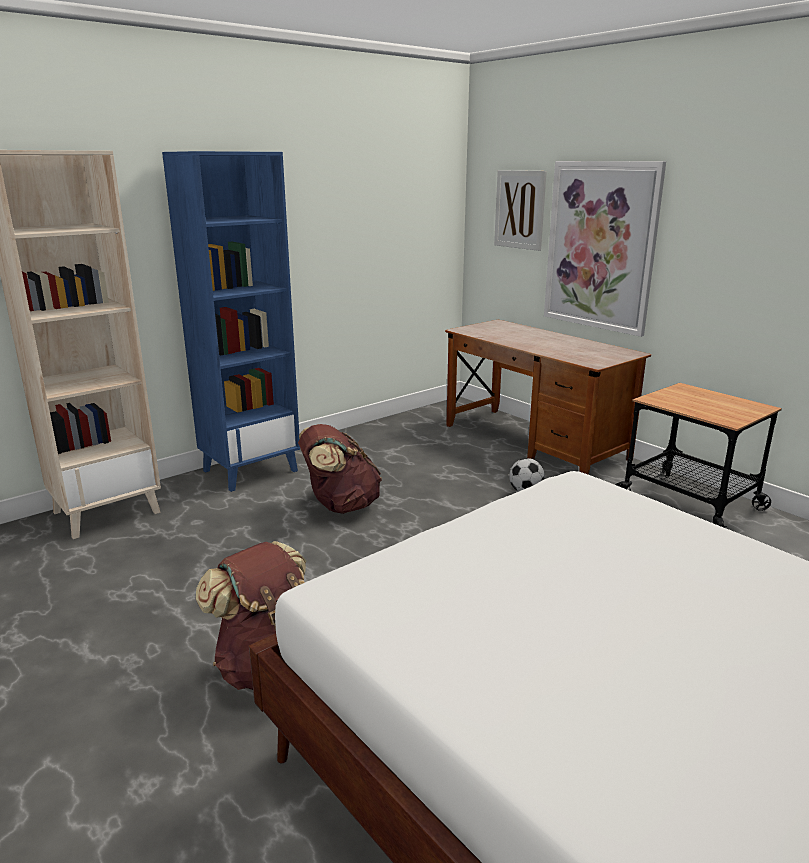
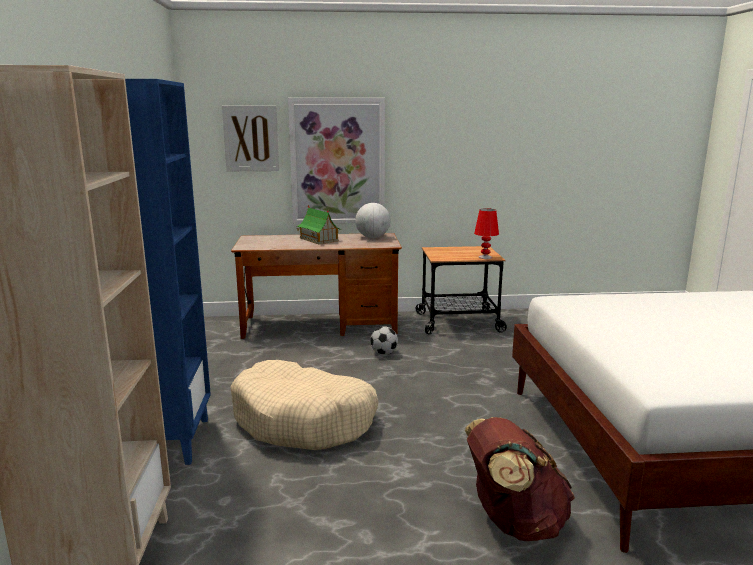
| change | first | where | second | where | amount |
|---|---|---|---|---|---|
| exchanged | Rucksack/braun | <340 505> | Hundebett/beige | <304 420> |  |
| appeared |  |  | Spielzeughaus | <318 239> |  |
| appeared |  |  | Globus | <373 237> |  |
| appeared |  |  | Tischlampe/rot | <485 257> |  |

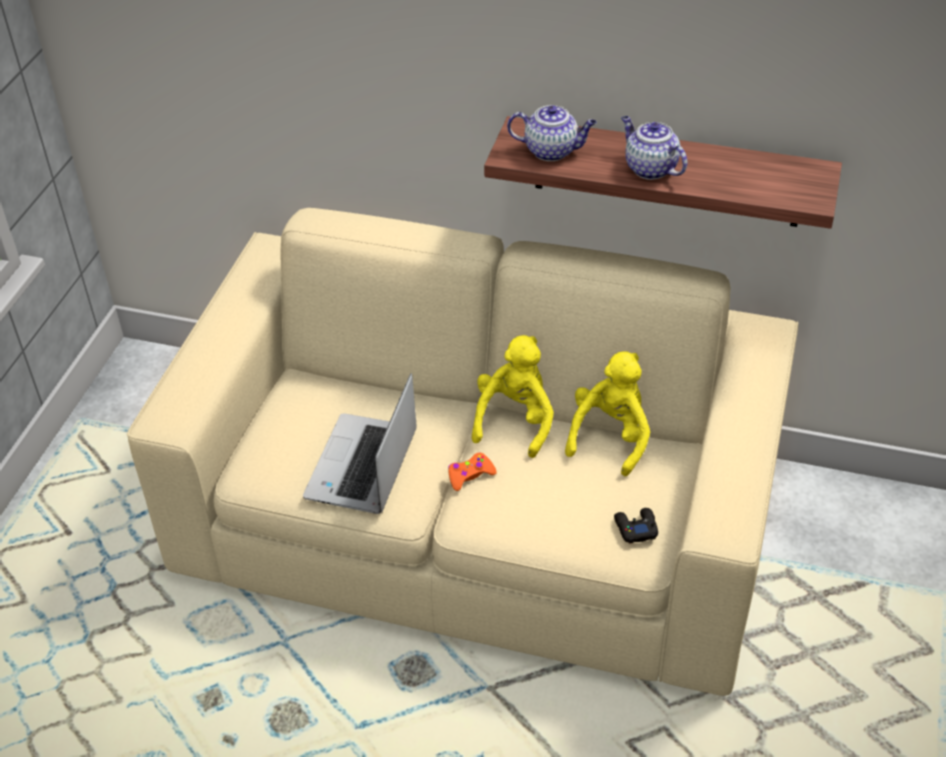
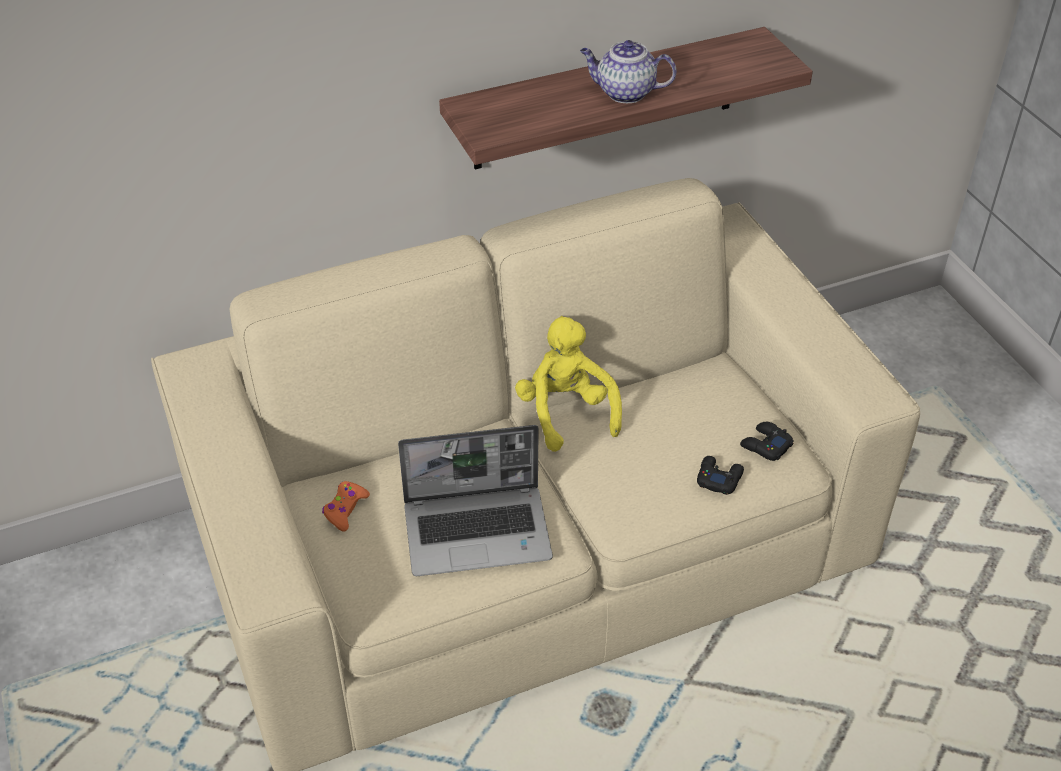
| change | first | where | second | where | amount |
|---|---|---|---|---|---|
| relocated | Gamepad/orange | <470 475> |  | <345 510> |  |
| spun | Laptop | <363 467> |  | <479 531> | 75 degrees counterclockwise |
| appeared |  |  | Gamepad/schwarz | <718 478> |  |
| missing | Teekanne | <552 151> |  |  |  |
| missing | Plüschtier/gelb | <610 437> |  |  |  |

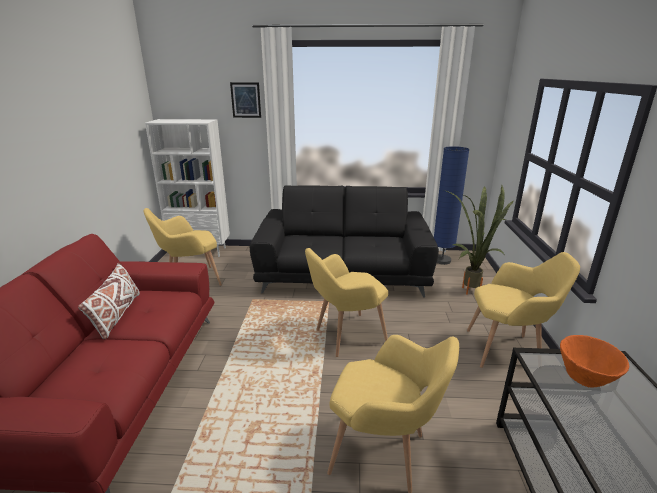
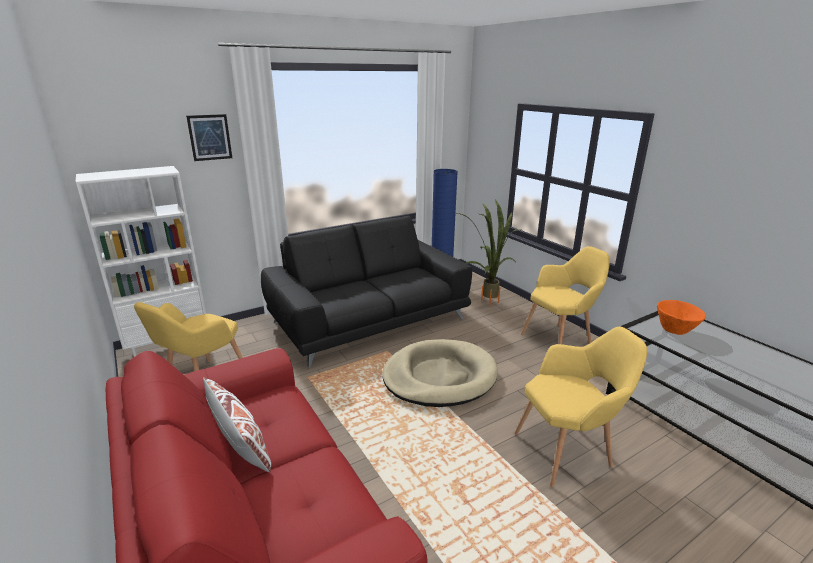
| change | first | where | second | where | amount |
|---|---|---|---|---|---|
| exchanged | Sessel/gelb | <345 337> | Hundebett/beige | <439 377> |  |

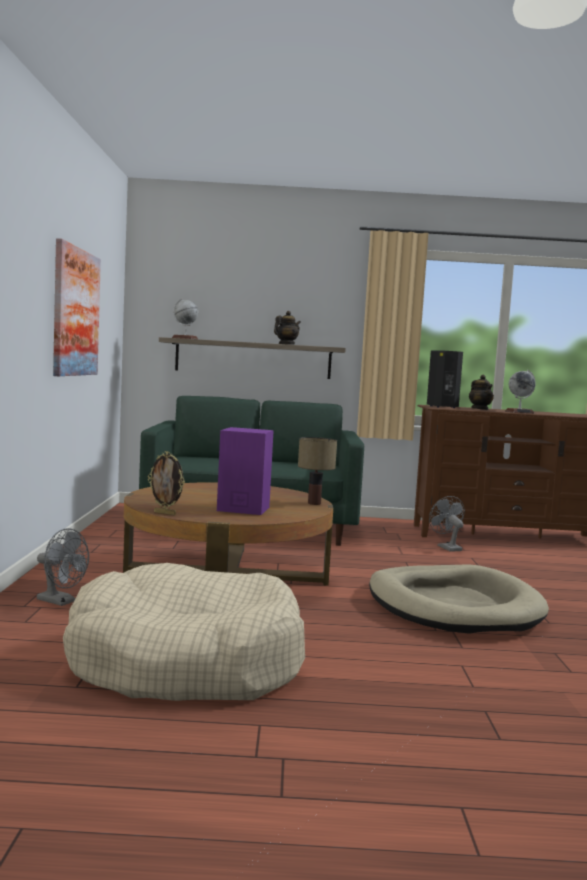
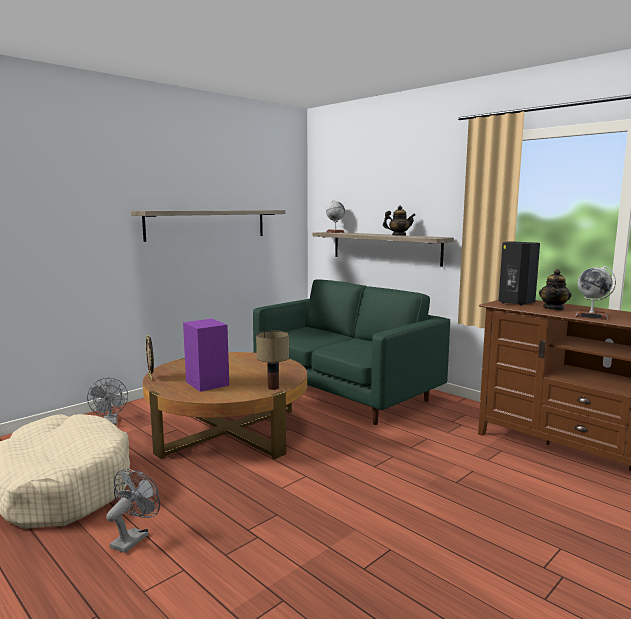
| change | first | where | second | where | amount |
|---|---|---|---|---|---|
| relocated | Ventilator/grau | <446 547> |  | <133 538> |  |
| exchanged | Bild | <75 312> | Wandregal | <207 224> |  |
| missing | Hundebett/beige | <453 606> |  |  |  |

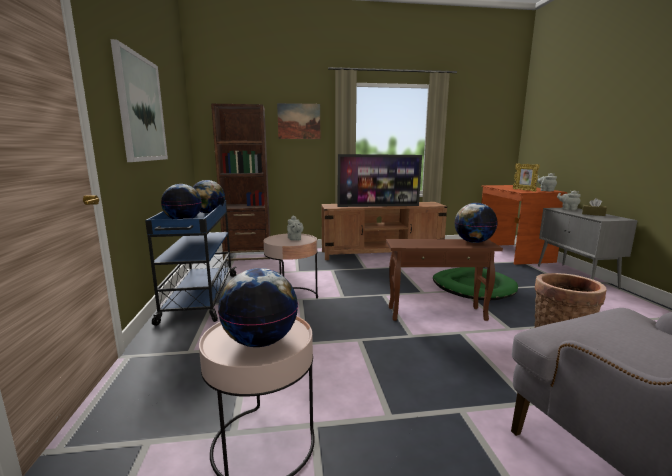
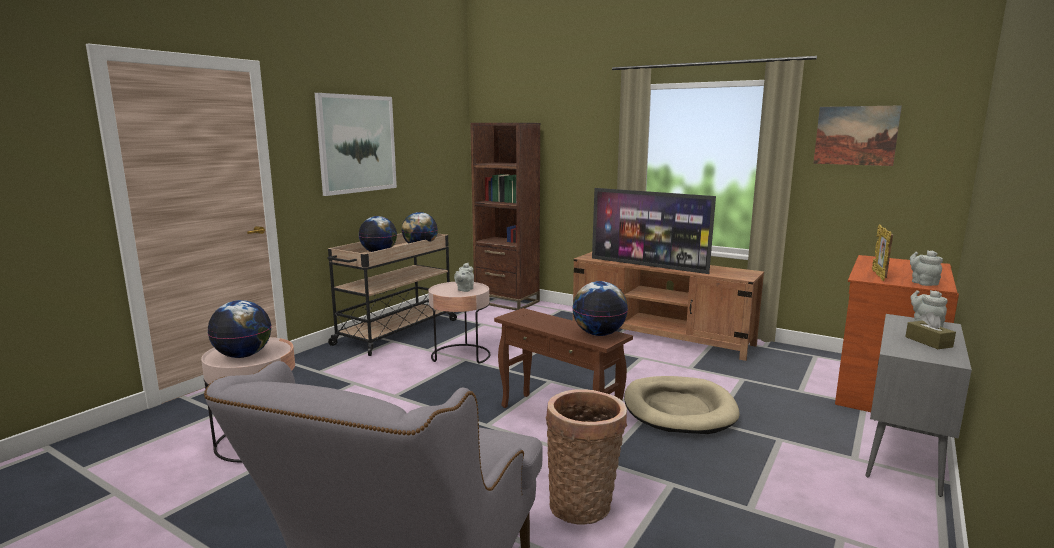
| change | first | where | second | where | amount |
|---|---|---|---|---|---|
| colour | Rollwagen/blau | <200 297> | Rollwagen/beige | <395 332> |  |
| colour | Hundebett/grün | <473 287> | Hundebett/beige | <679 409> |  |
| relocated | Bild | <299 121> |  | <855 135> |  |

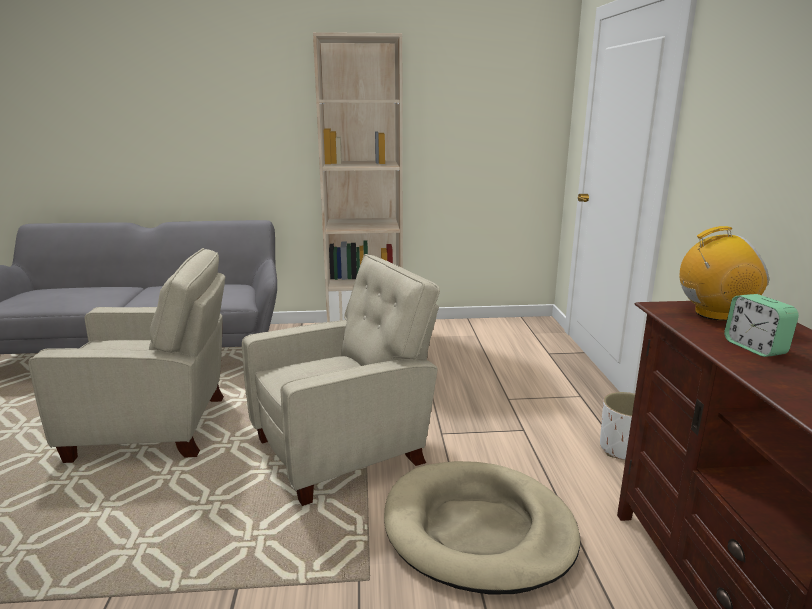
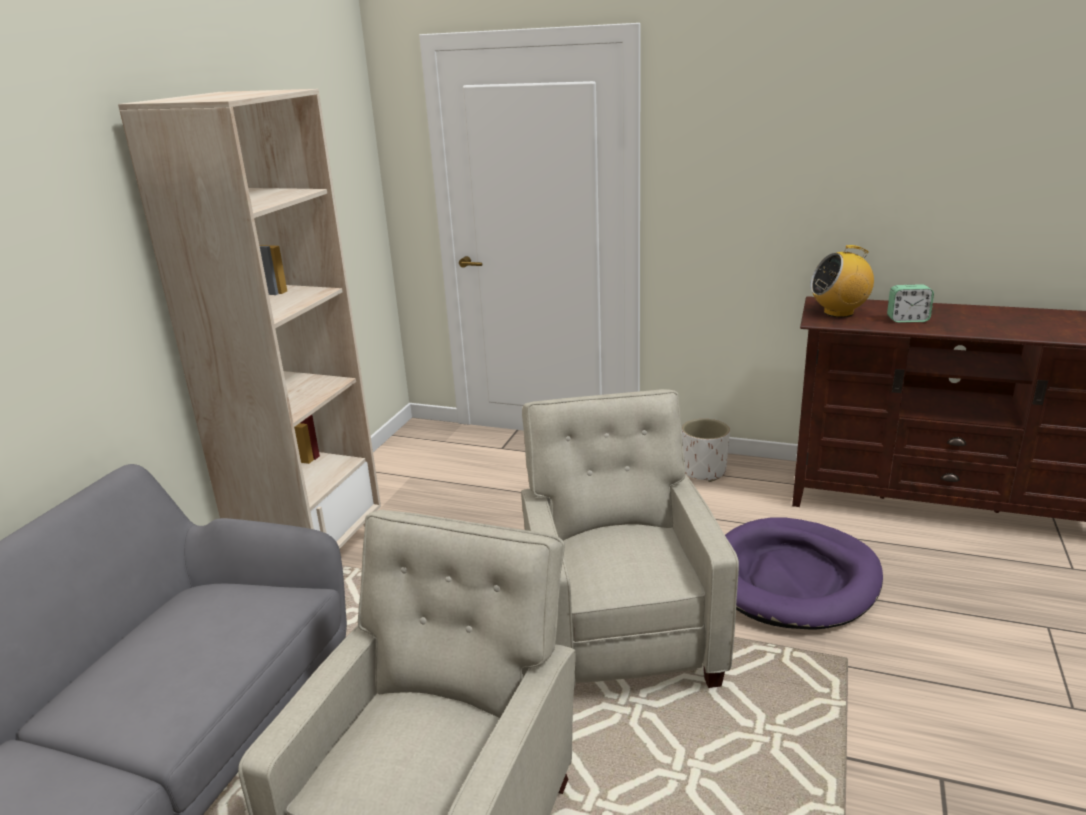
| change | first | where | second | where | amount |
|---|---|---|---|---|---|
| colour | Hundebett/beige | <478 530> | Hundebett/lila | <792 579> |  |
| spun | Radio | <714 314> |  | <839 312> | 120 degrees counterclockwise |

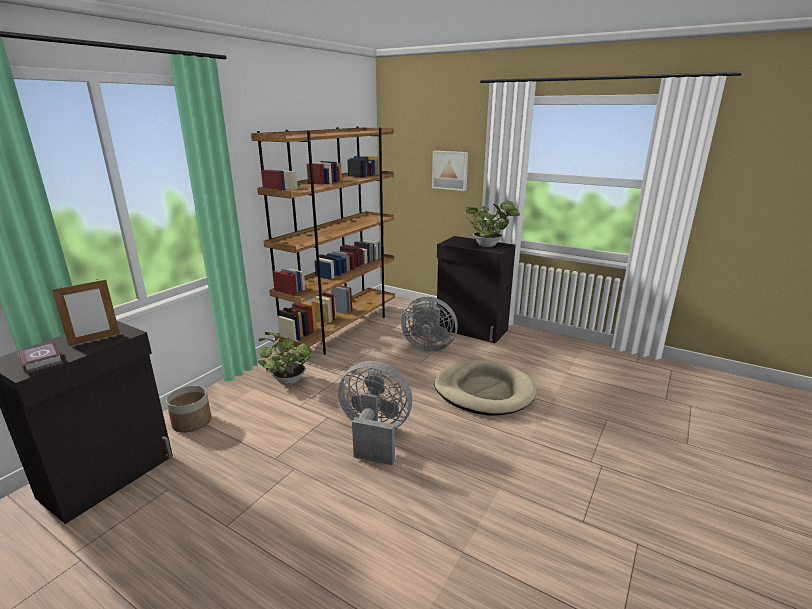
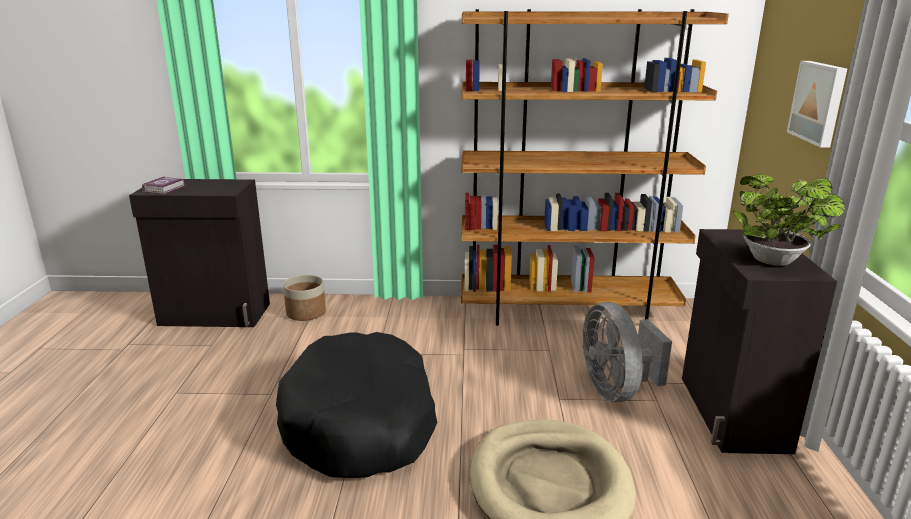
| change | first | where | second | where | amount |
|---|---|---|---|---|---|
| exchanged | Ventilator/grau | <374 435> | Hundebett/schwarz | <361 423> |  |
| missing | Bilderrahmen | <94 339> |  |  |  |
| missing | Topfpflanze | <287 380> |  |  |  |

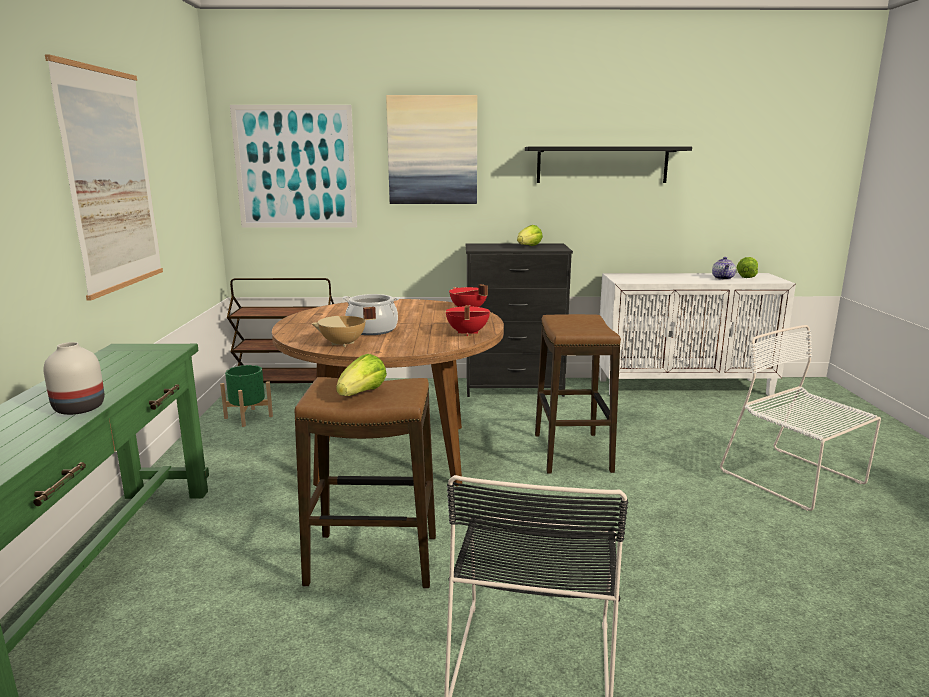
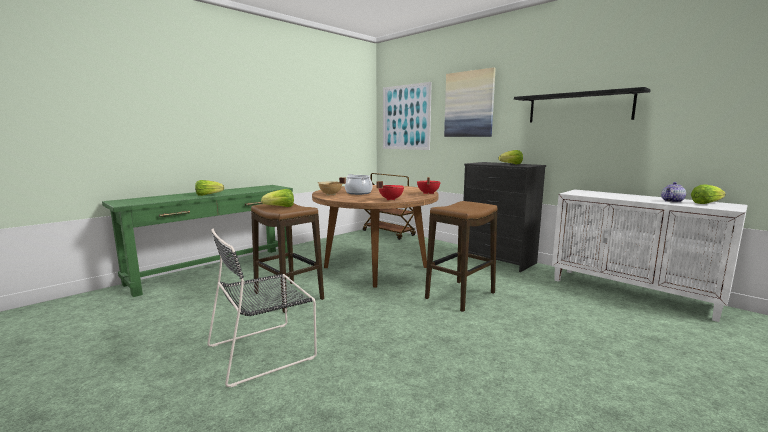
| change | first | where | second | where | amount |
|---|---|---|---|---|---|
| exchanged | Vase/weiß | <78 408> | Salatkopf | <208 195> |  |
| missing | Bild | <111 180> |  |  |  |
| missing | Pflanzkübel/grün | <248 417> |  |  |  |
| missing | Stuhl/weiß | <795 479> |  |  |  |

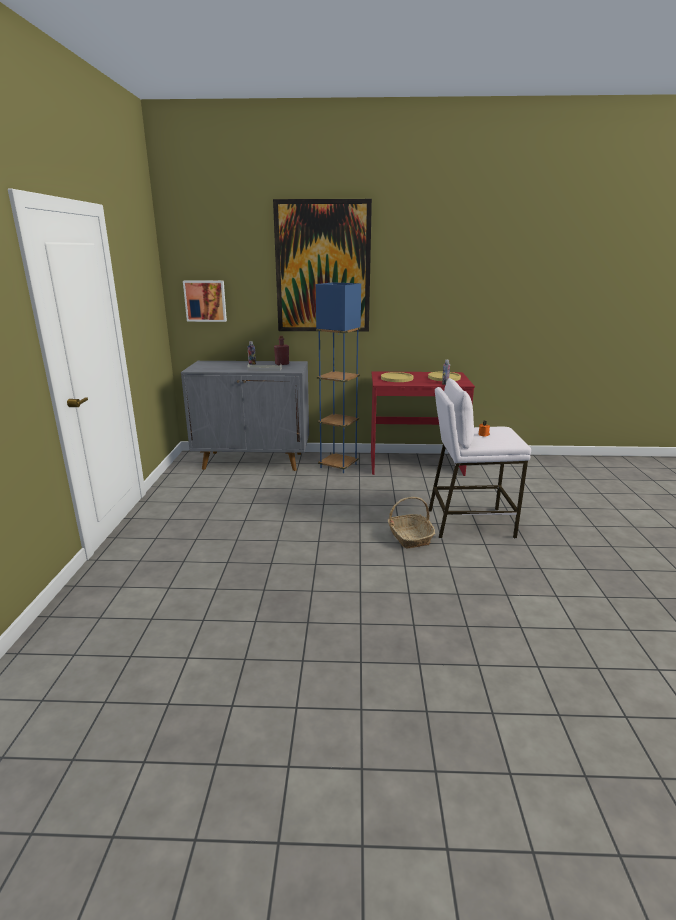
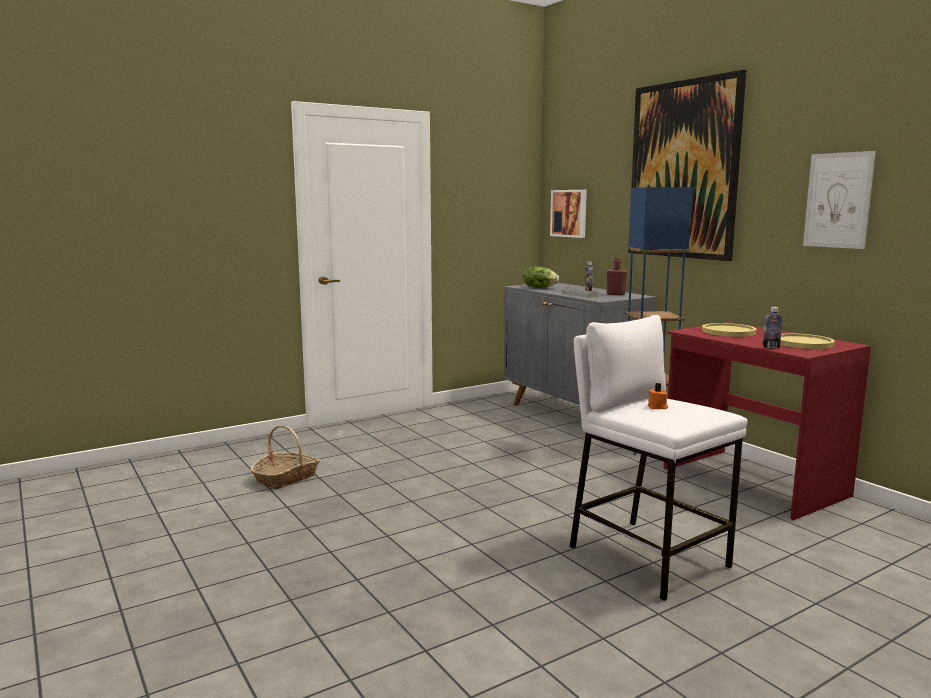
| change | first | where | second | where | amount |
|---|---|---|---|---|---|
| relocated | Korb | <409 537> |  | <286 478> |  |
| appeared |  |  | Salatkopf | <539 288> |  |
| appeared |  |  | Bild | <838 200> |  |

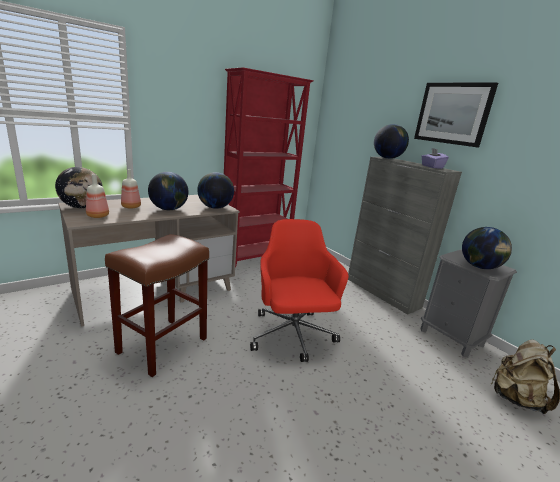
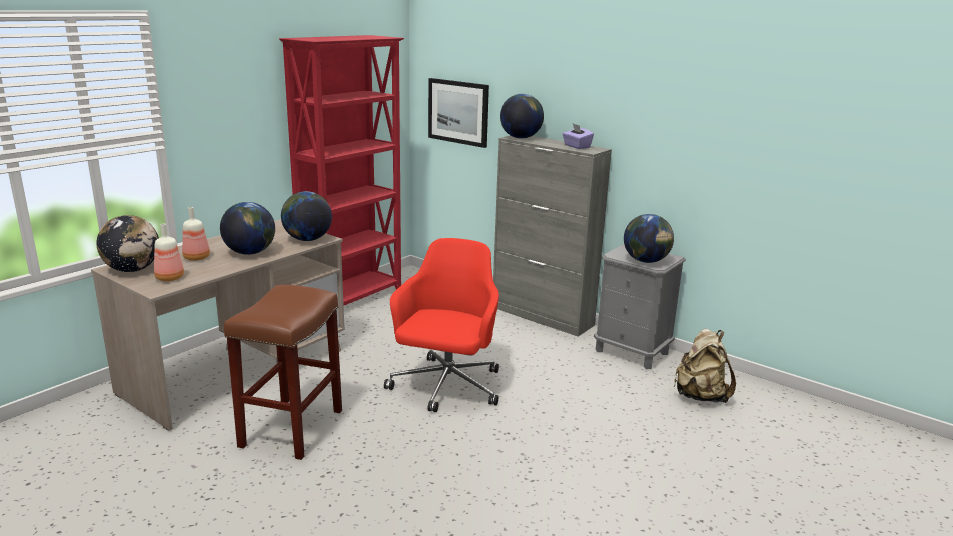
| change | first | where | second | where | amount |
|---|---|---|---|---|---|
| spun | Bürostuhl/rot | <292 336> |  | <446 387> | 45 degrees clockwise |
| relocated | Bild | <452 113> |  | <458 112> |  |

